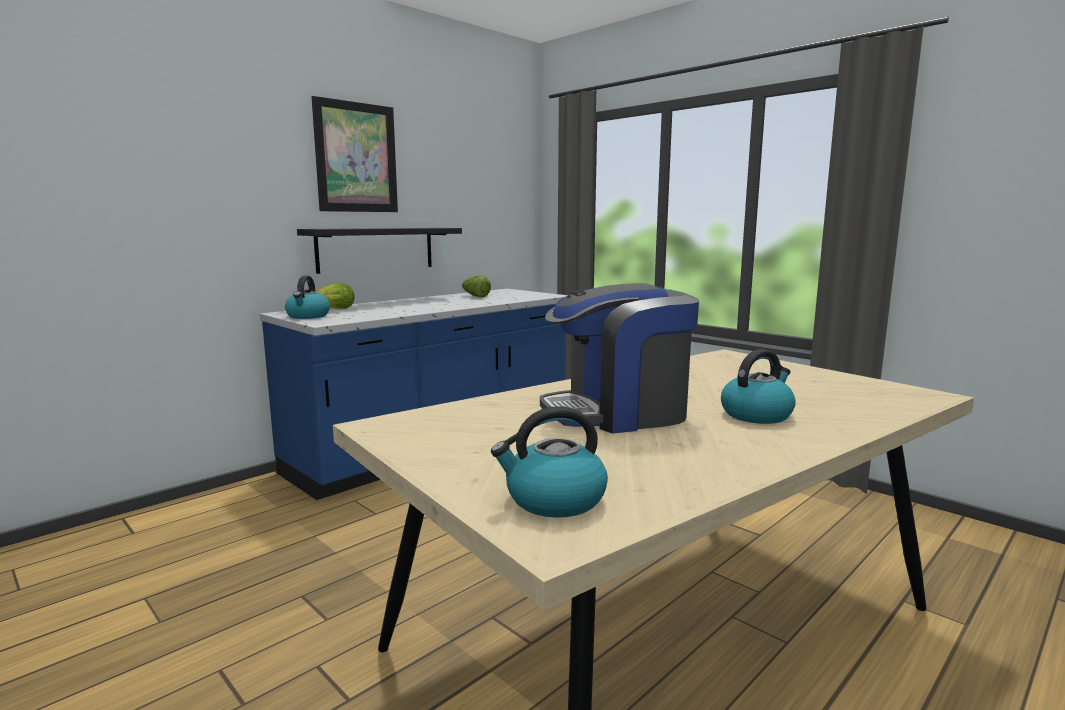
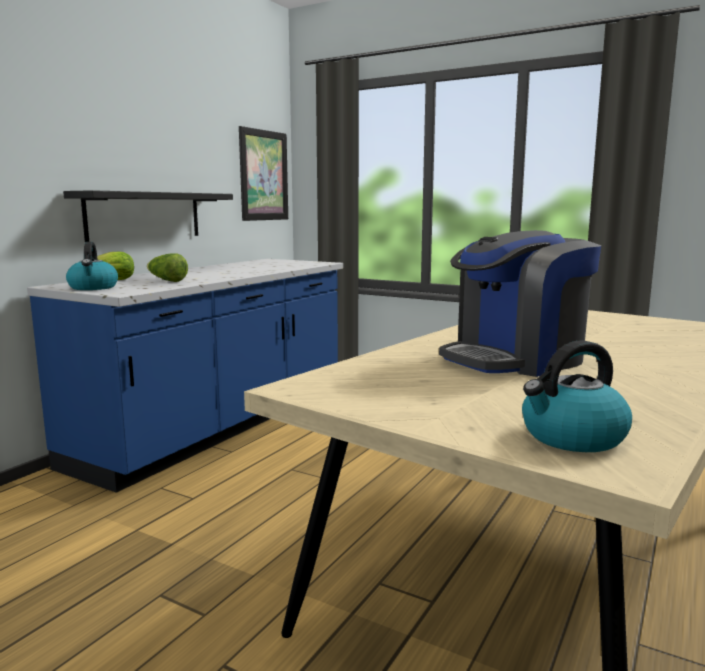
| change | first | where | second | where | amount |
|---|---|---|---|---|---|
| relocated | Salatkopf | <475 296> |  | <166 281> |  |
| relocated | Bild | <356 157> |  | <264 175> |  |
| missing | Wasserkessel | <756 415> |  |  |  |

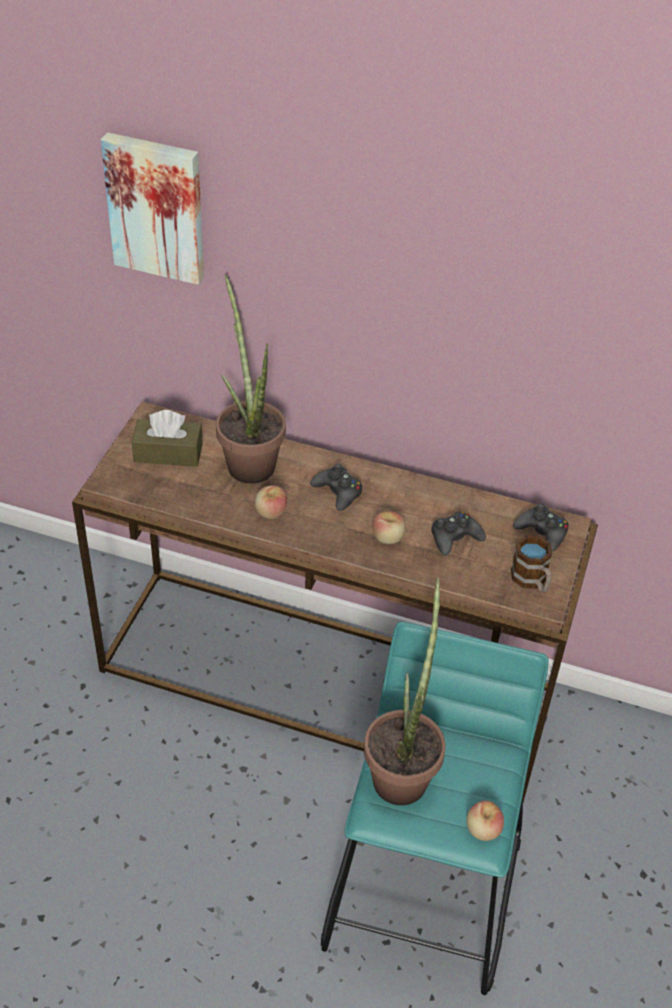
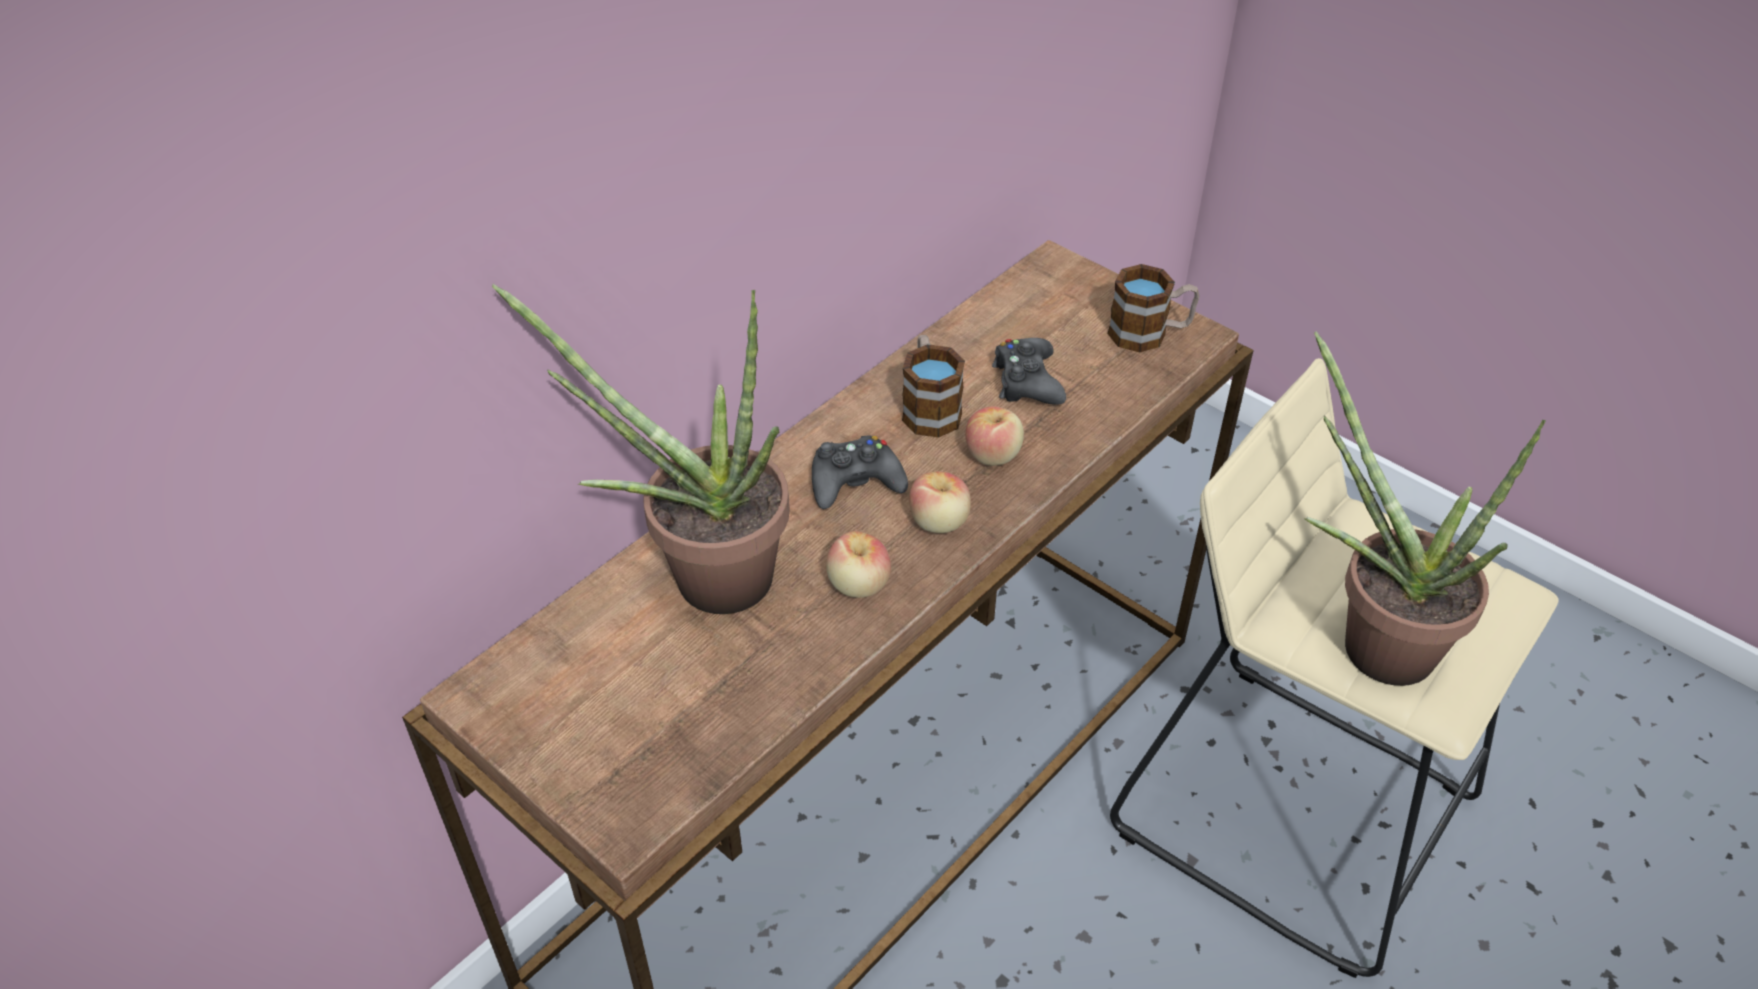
| change | first | where | second | where | amount |
|---|---|---|---|---|---|
| appeared |  |  | Henkelbecher | <929 407> |  |
| relocated | Apfel | <483 830> |  | <939 522> |  |
| colour | Hocker/türkis | <424 891> | Hocker/beige | <1293 809> |  |
| missing | Bild | <157 207> |  |  |  |
| missing | Taschentuchbox/braun | <168 453> |  |  |  |
| missing | Gamepad/schwarz | <542 532> |  |  |  |

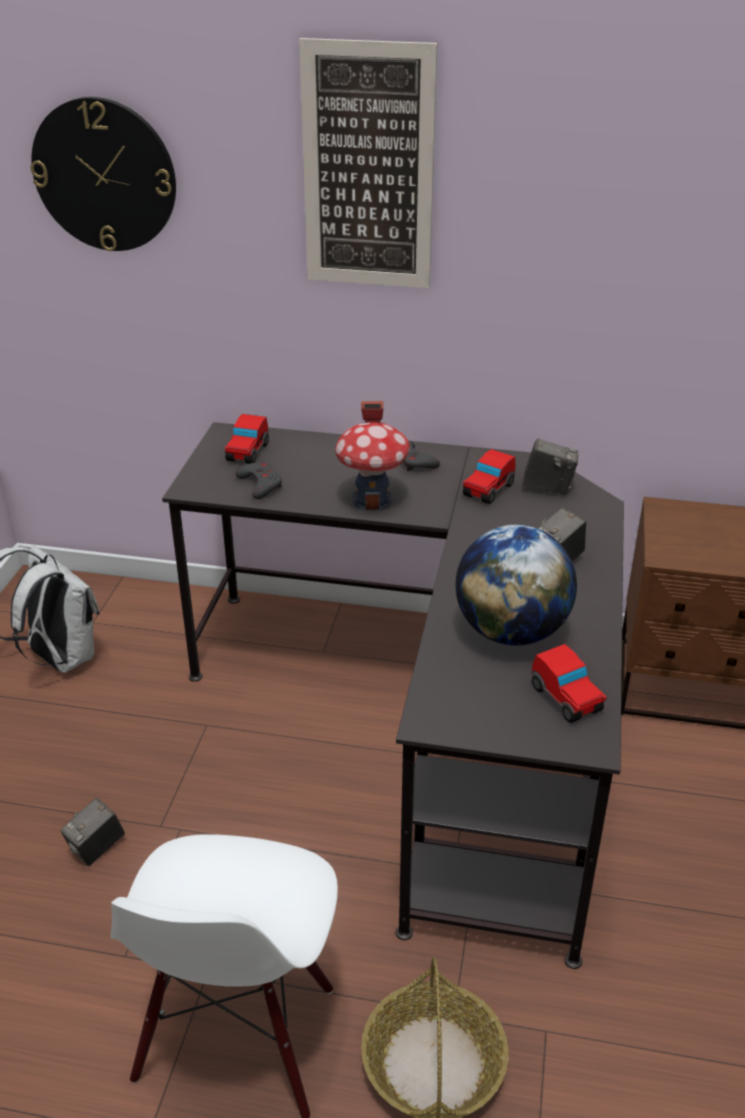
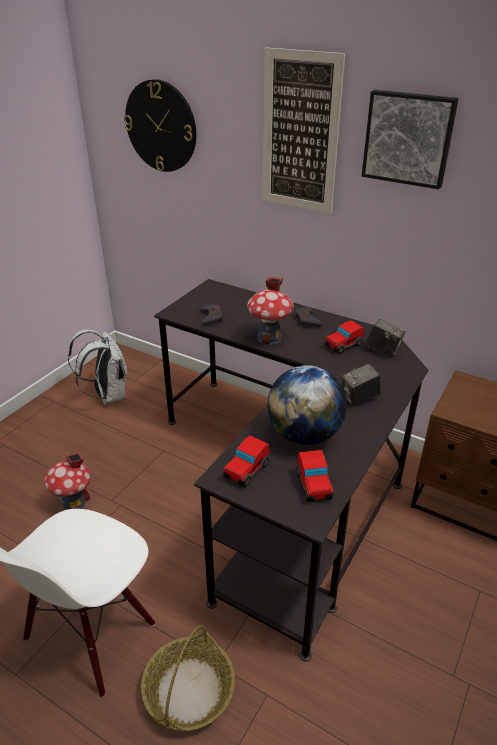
| change | first | where | second | where | amount |
|---|---|---|---|---|---|
| exchanged | Kamera | <97 849> | Spielzeughaus | <74 503> |  |
| relocated | Spielzeugauto | <247 452> |  | <246 471> |  |
| appeared |  |  | Bild | <408 138> |  |

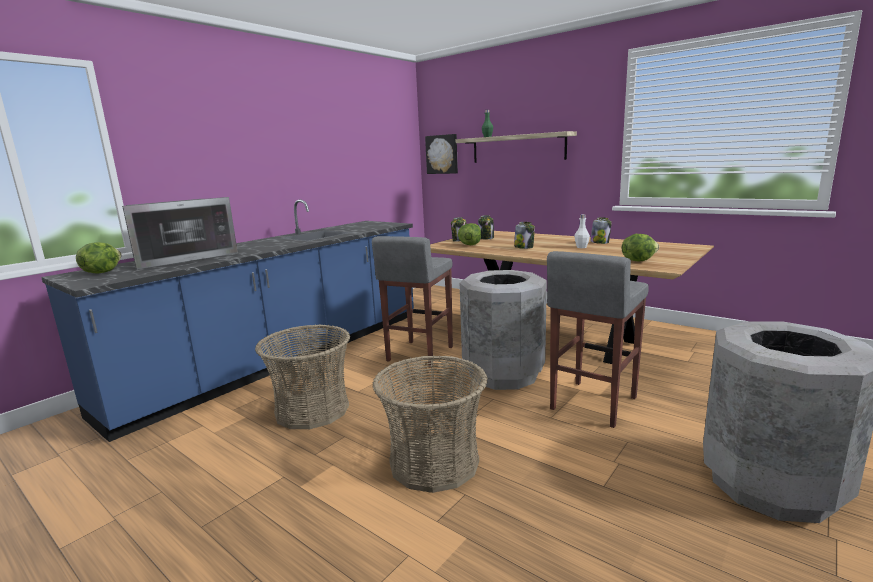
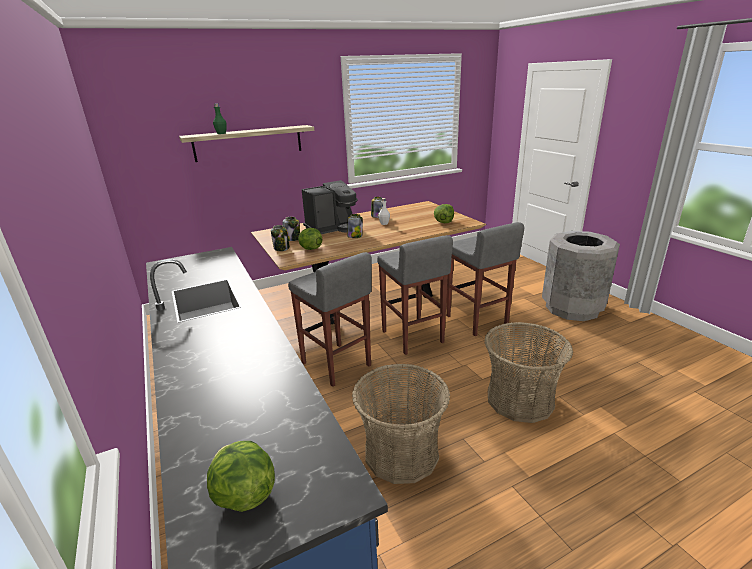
| change | first | where | second | where | amount |
|---|---|---|---|---|---|
| appeared |  |  | Kaffeemaschine | <333 228> |  |
| exchanged | Mülleimer/grau | <503 374> | Hocker/grau | <412 337> |  |
| missing | Mikrowelle | <183 258> |  |  |  |
| missing | Bild | <442 154> |  |  |  |

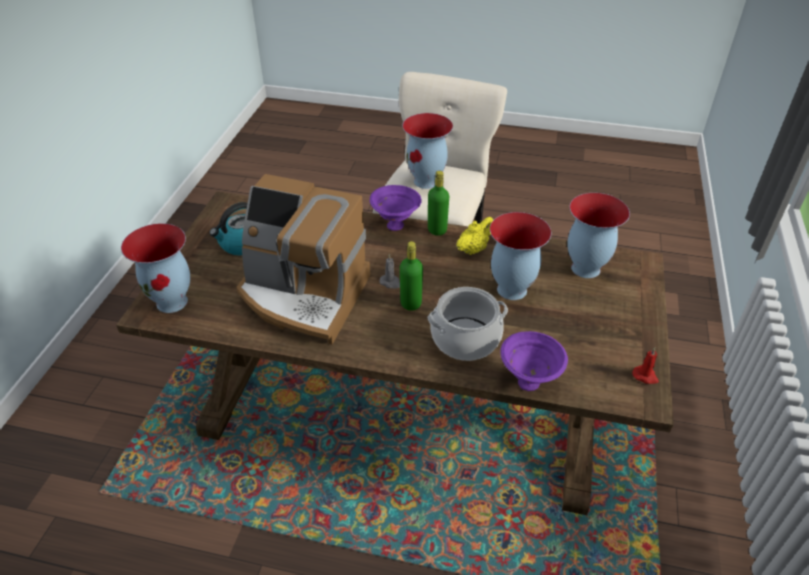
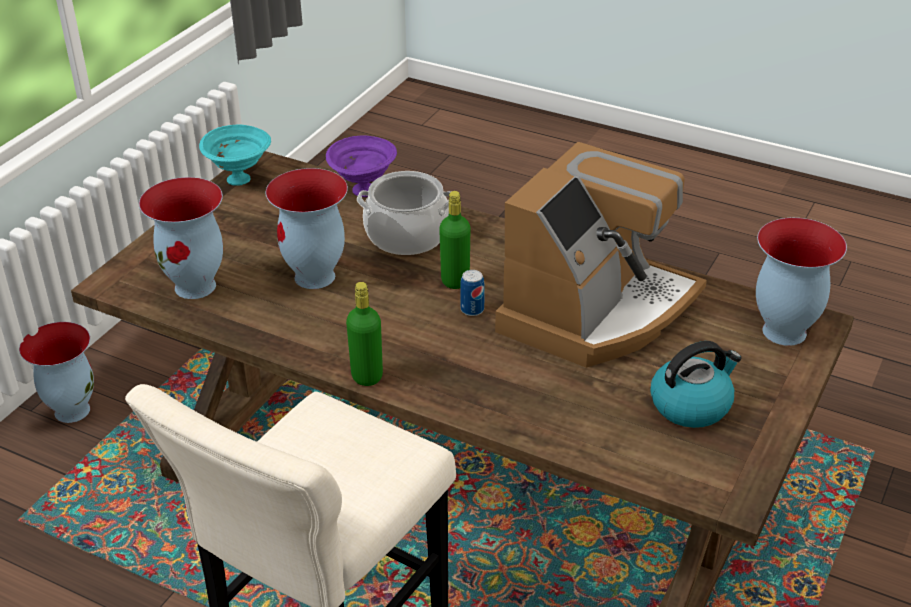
| change | first | where | second | where | amount |
|---|---|---|---|---|---|
| relocated | Vase | <427 181> |  | <71 410> |  |
| exchanged | Kerze/rot | <645 376> | Schüssel/türkis | <240 179> |  |
| exchanged | Kerze/grau | <390 282> | Dose | <472 310> |  |
| spun | Kaffeemaschine | <304 295> |  | <597 311> | 90 degrees clockwise |
| missing | Schüssel/lila | <395 225> |  |  |  |
| missing | Teekanne/gelb | <473 249> |  |  |  |

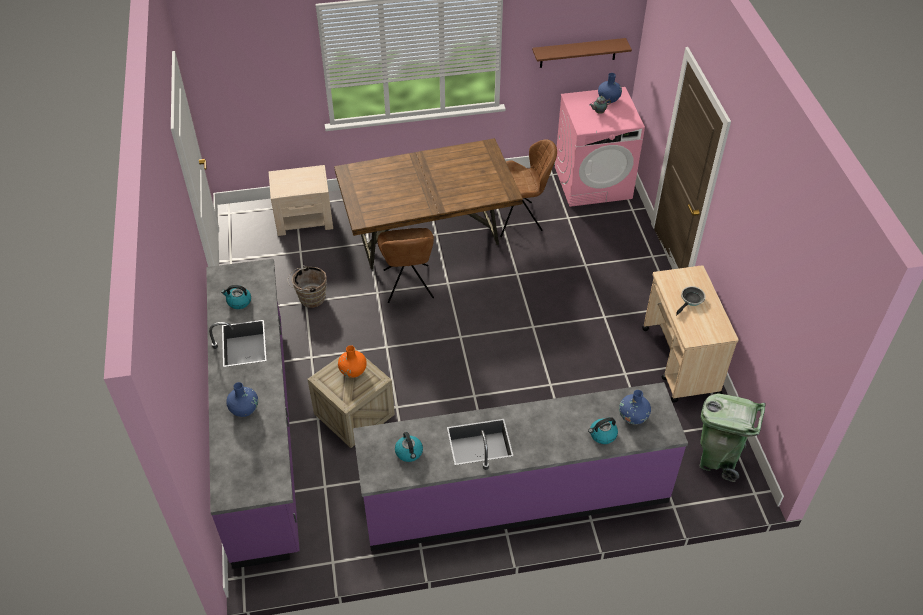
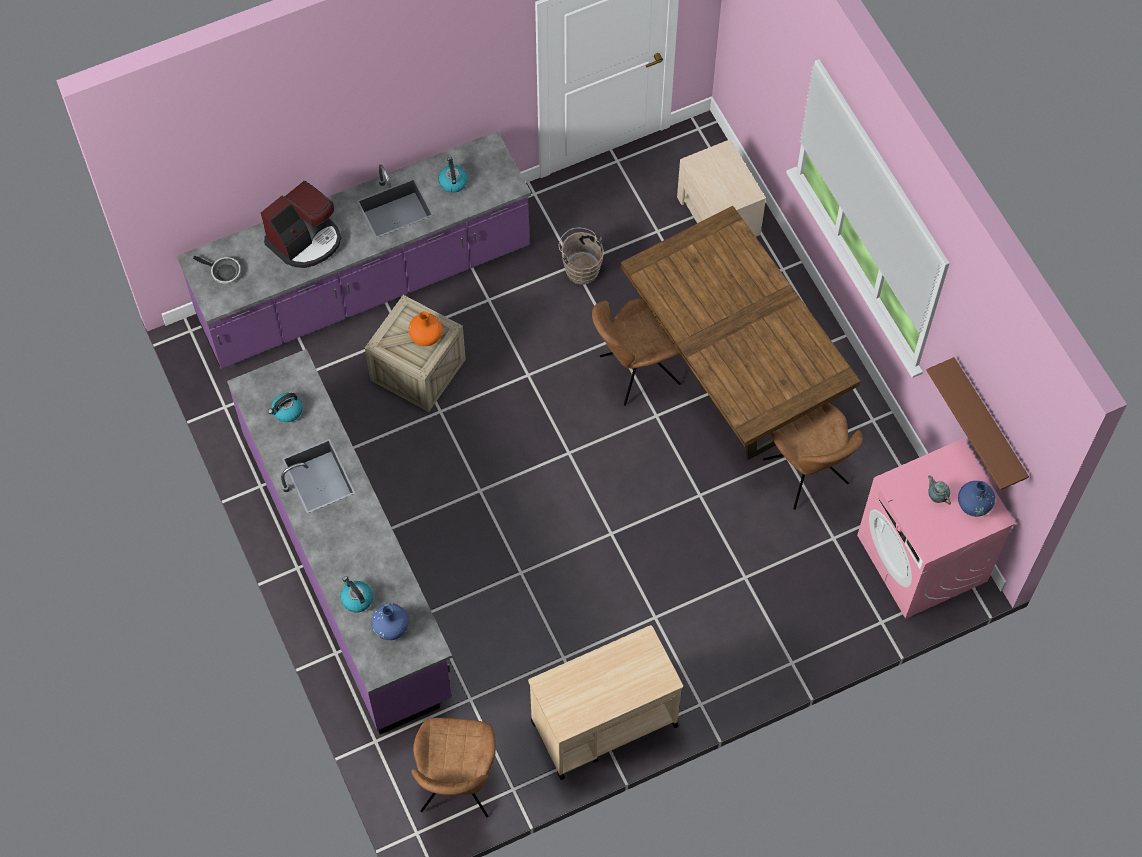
| change | first | where | second | where | amount |
|---|---|---|---|---|---|
| relocated | Pfanne | <691 300> |  | <223 272> |  |
| exchanged | Vase/blau | <244 409> | Kaffeemaschine | <305 240> |  |
| exchanged | Mülleimer/grün | <718 459> | Stuhl/braun | <457 785> |  |

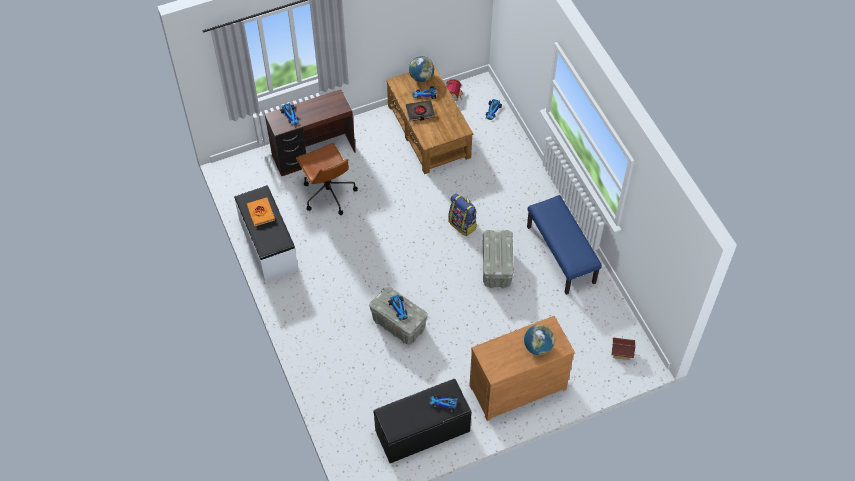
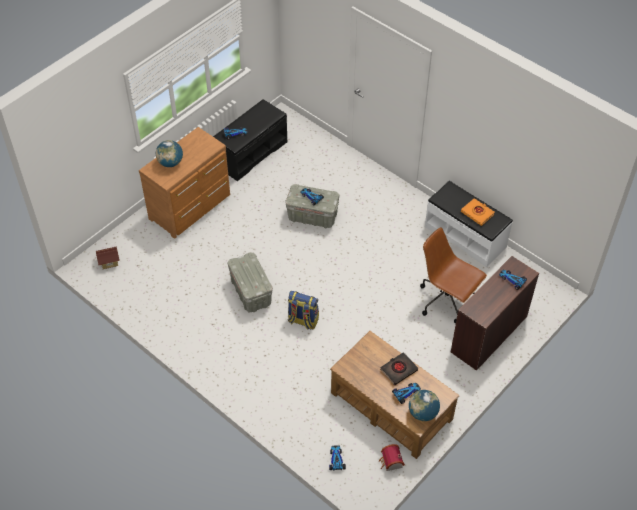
| change | first | where | second | where | amount |
|---|---|---|---|---|---|
| missing | Bank/blau | <561 255> |  |  |  |

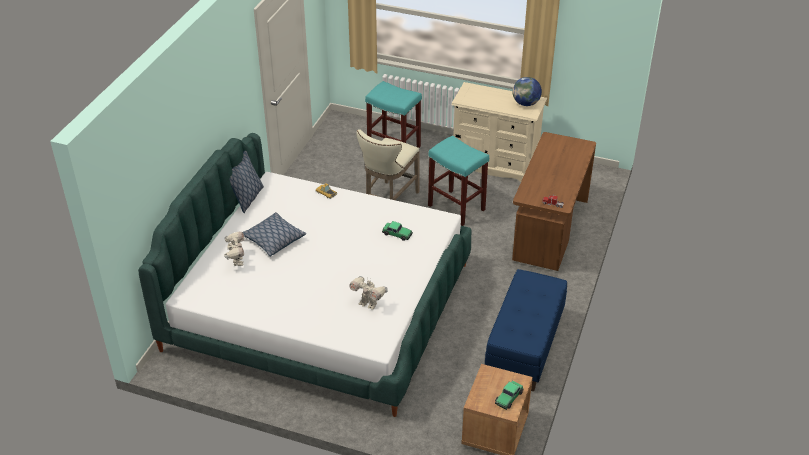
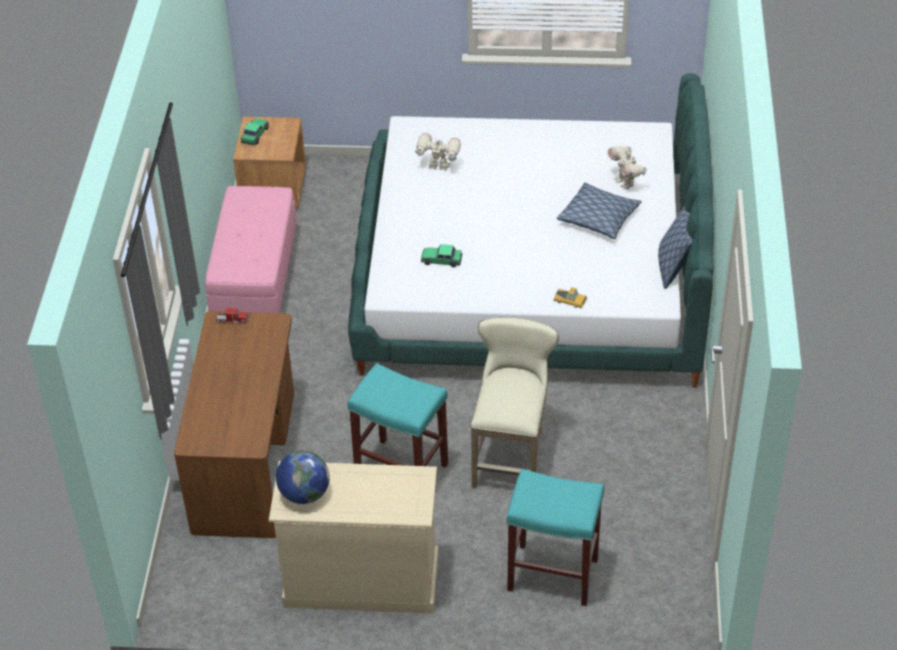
| change | first | where | second | where | amount |
|---|---|---|---|---|---|
| colour | Bank/blau | <525 348> | Bank/rosa | <255 281> |  |

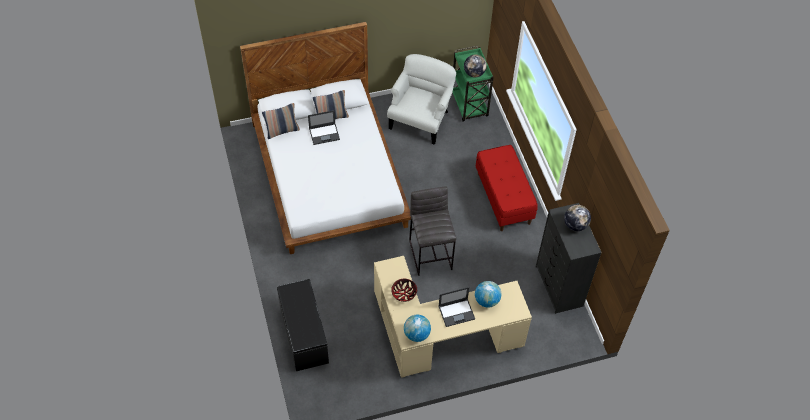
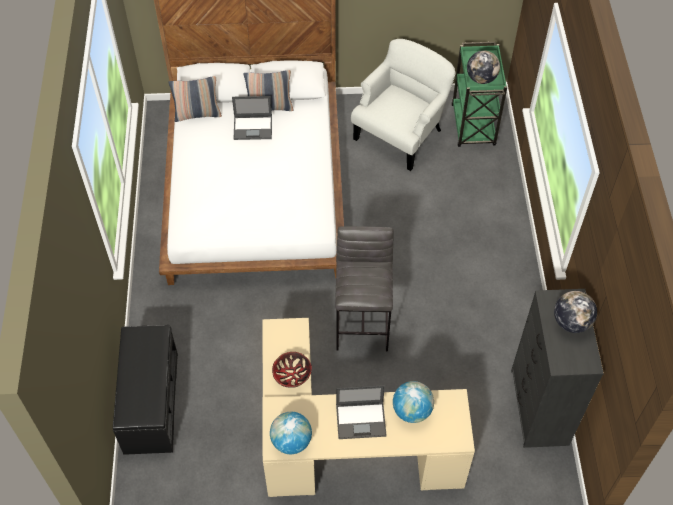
| change | first | where | second | where | amount |
|---|---|---|---|---|---|
| missing | Bank/rot | <504 198> |  |  |  |

